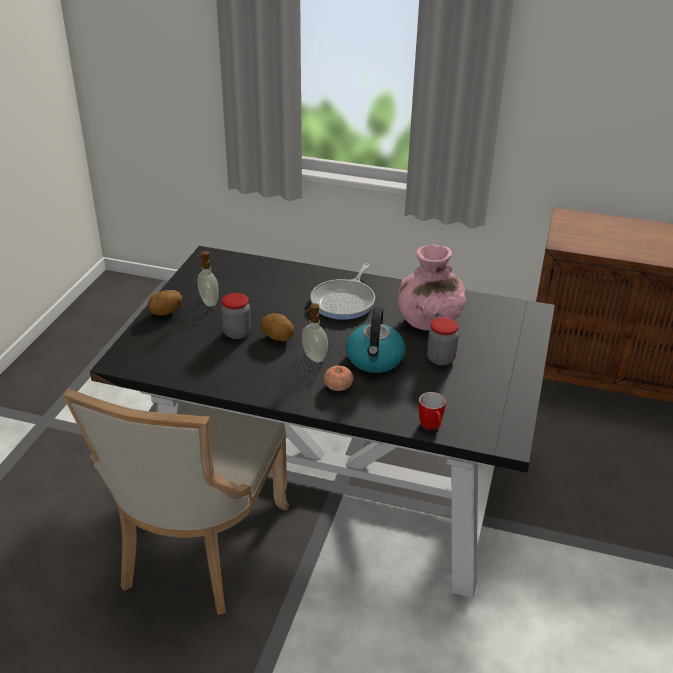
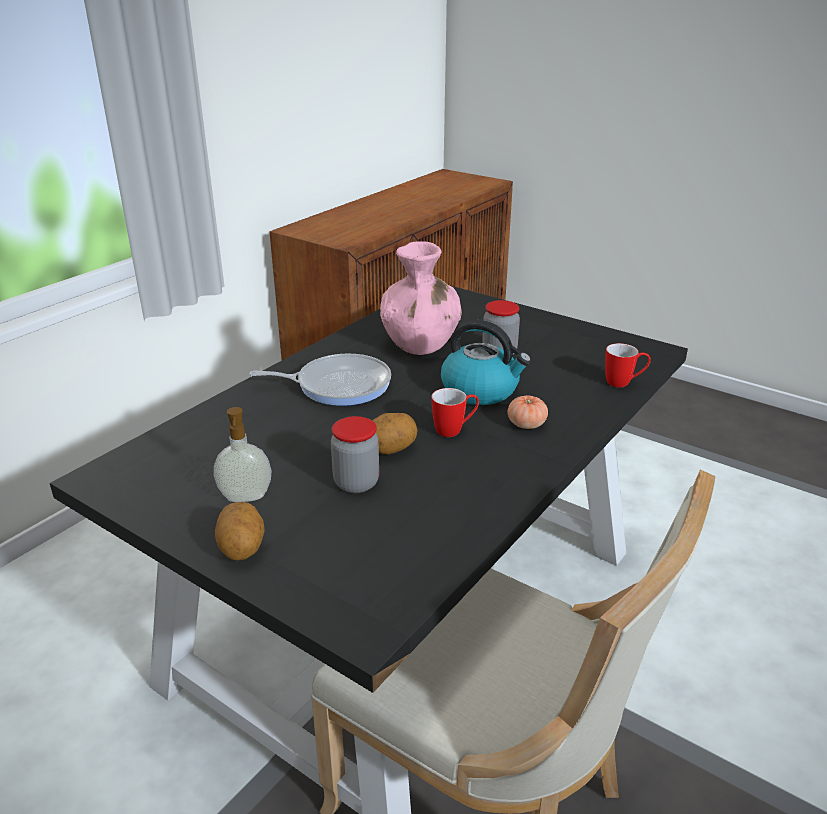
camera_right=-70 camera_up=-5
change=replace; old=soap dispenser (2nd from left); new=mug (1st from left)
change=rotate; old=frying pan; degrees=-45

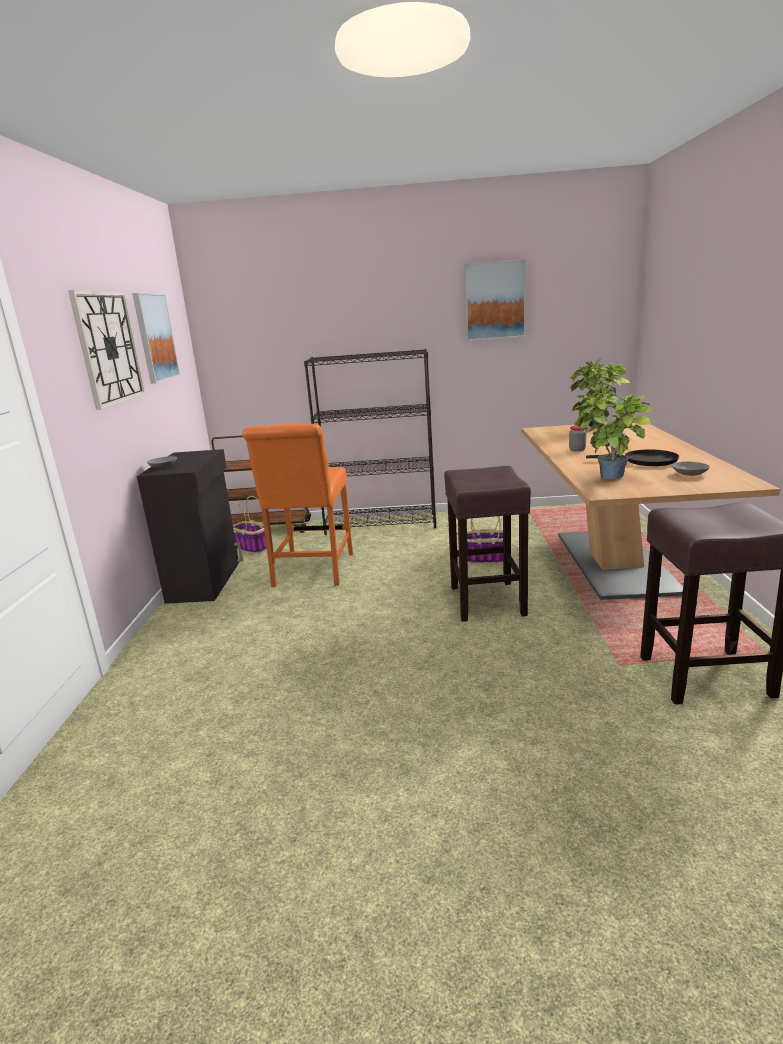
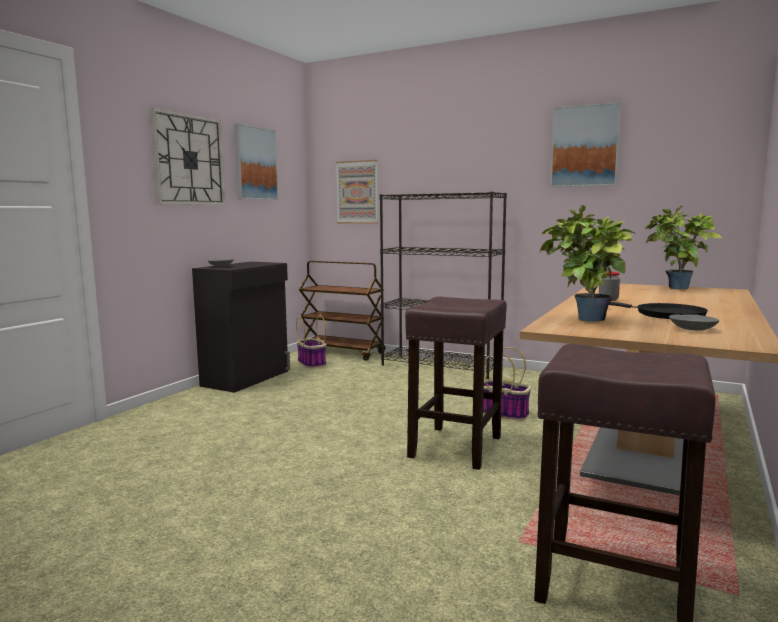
camera_right=25 camera_up=-10
change=delete; old=orange chair
change=insert; new=picture (2nd from left)

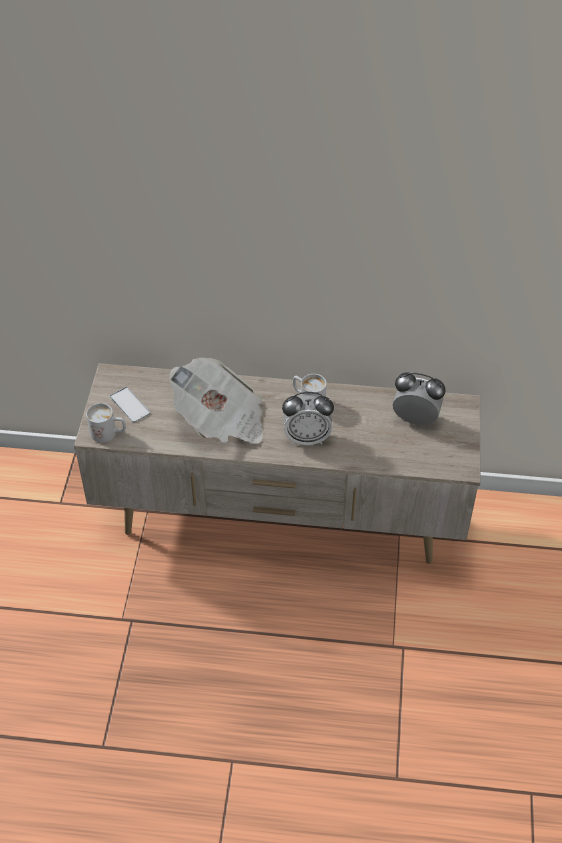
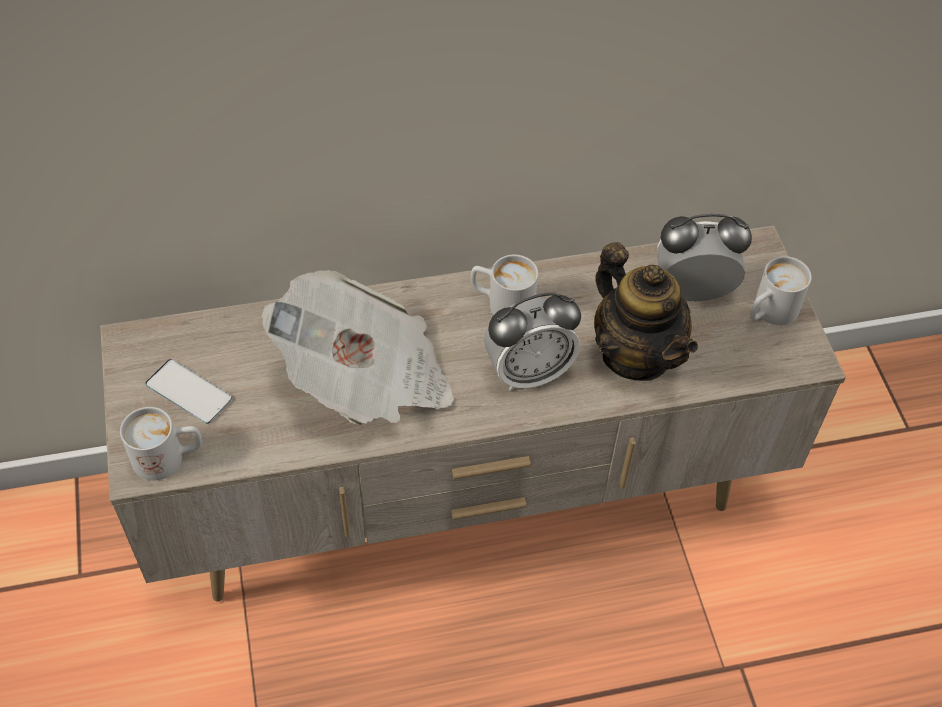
camera_right=-20 camera_up=5
change=insert; new=teapot
change=insert; new=white mug (3rd from left)

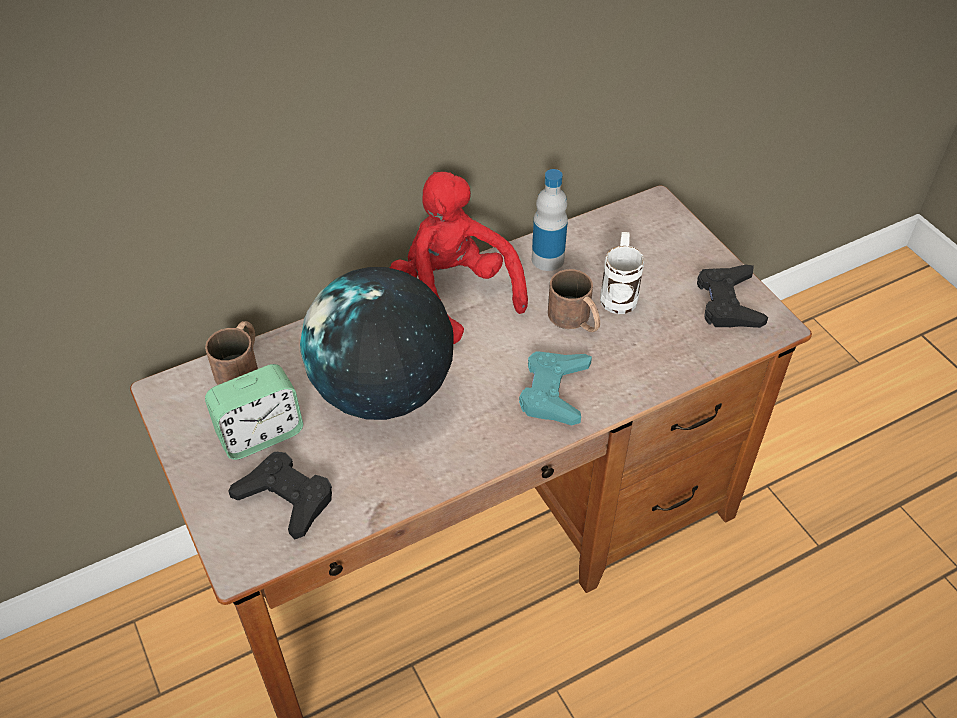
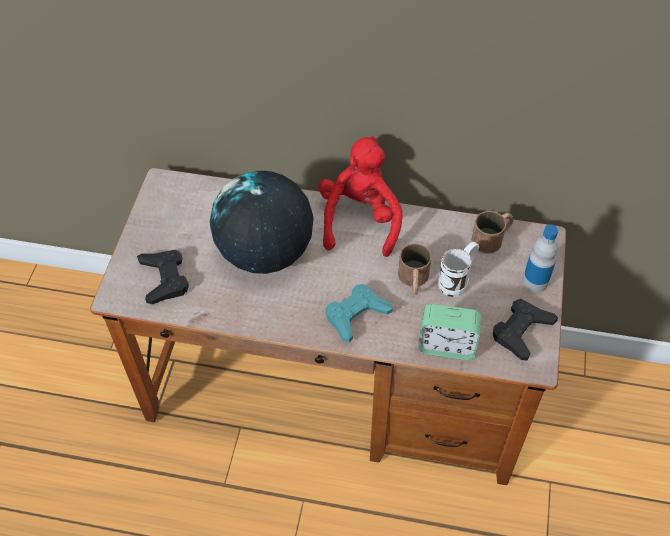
camera_right=40 camera_up=5
change=move; old=brown mug (1st from left in the first image); new=brown mug (2nd from left)
change=move; old=alarm clock
change=move; old=bottle

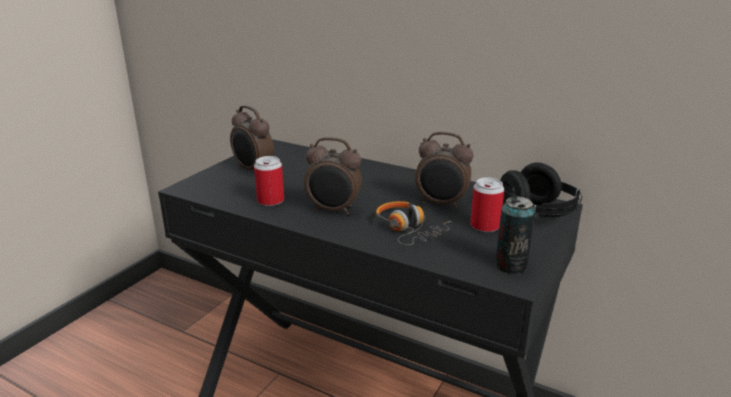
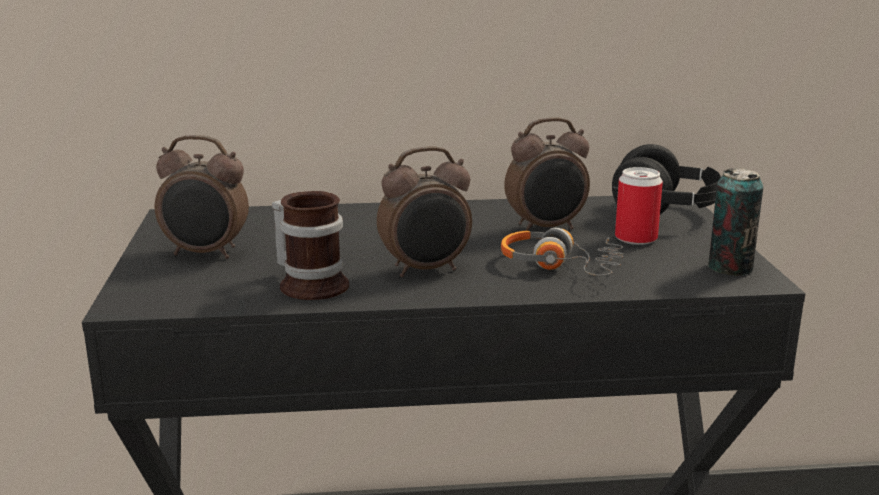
camera_right=-35 camera_up=-5
change=replace; old=can (1st from left); new=mug

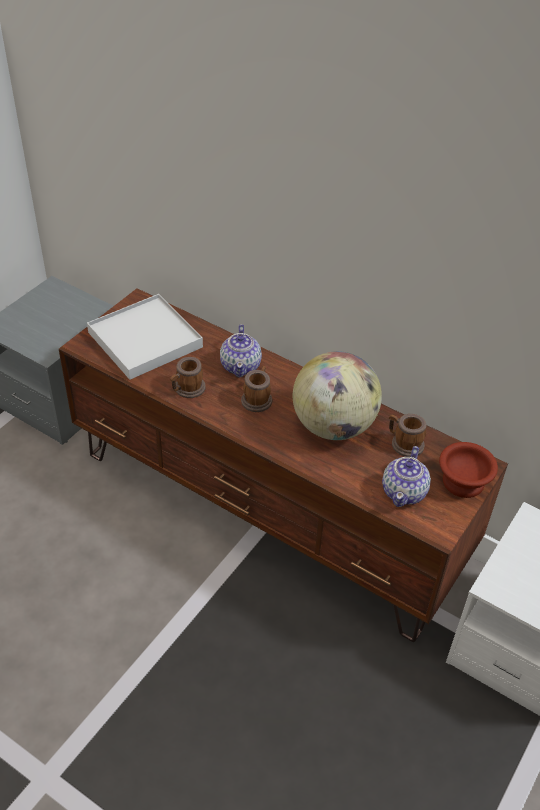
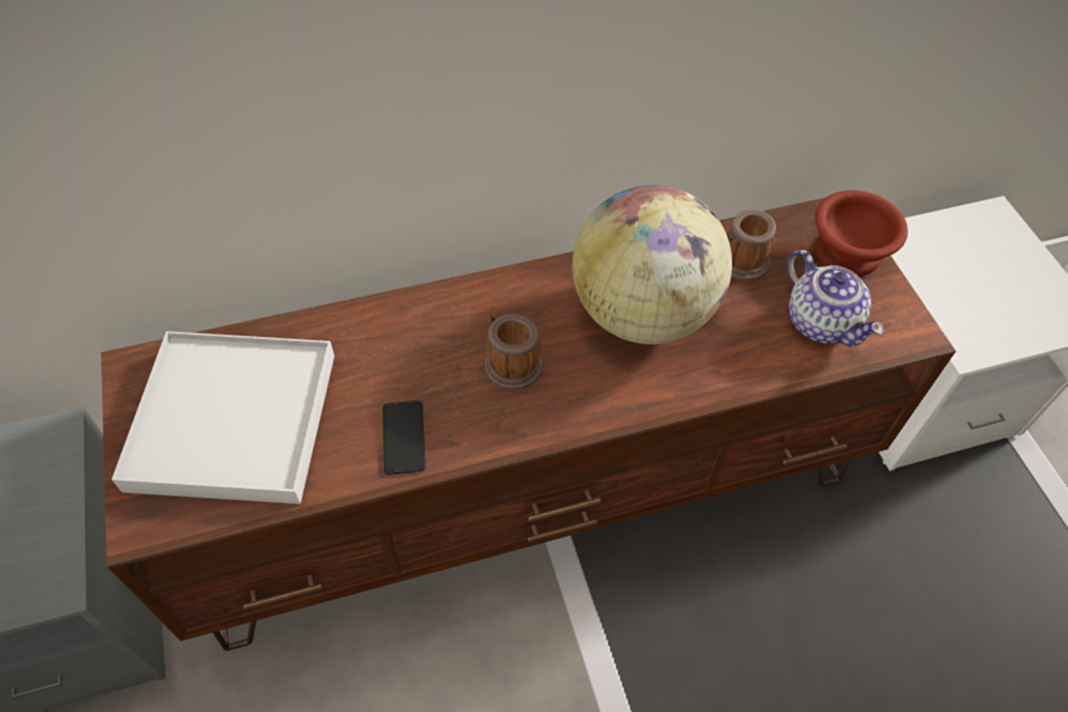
camera_right=-50 camera_up=10
change=replace; old=mug (1st from left); new=phone
change=delete; old=teapot (1st from left)

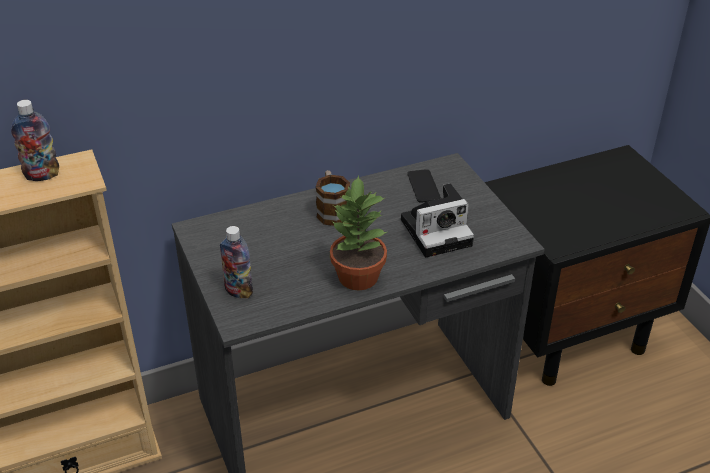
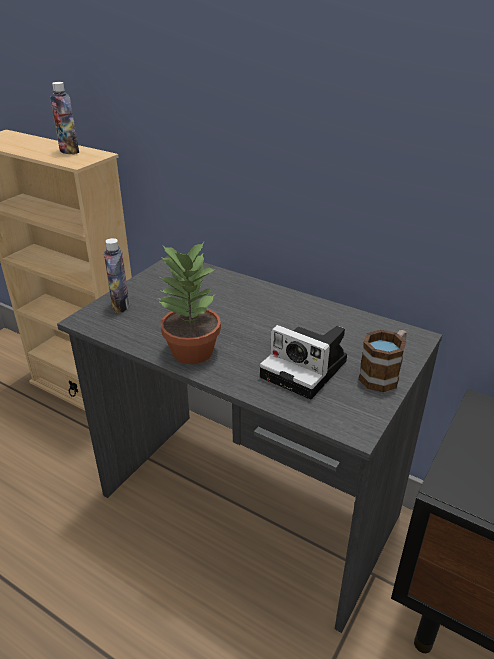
camera_right=55 camera_up=-5
change=move; old=mug
change=delete; old=phone

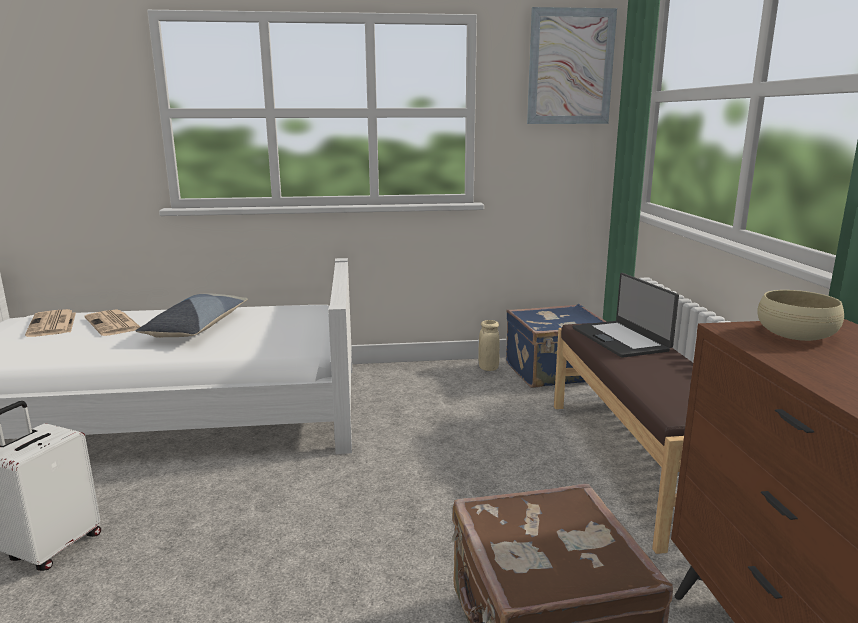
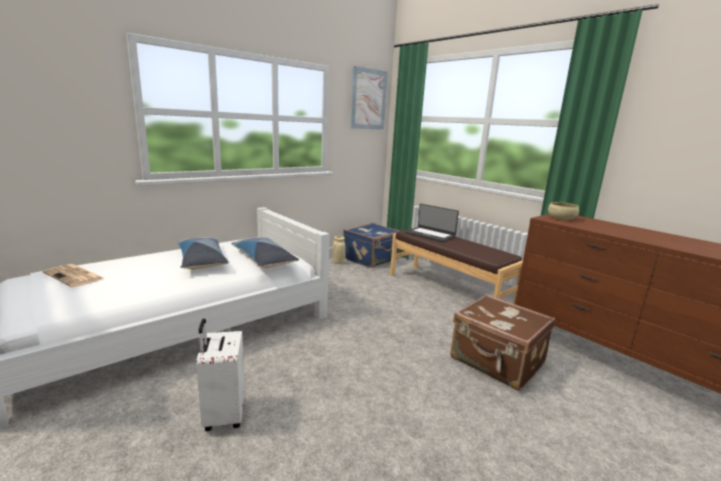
camera_right=-35 camera_up=0
change=delete; old=newspaper (2nd from left)
change=insert; new=pillow (2nd from left)

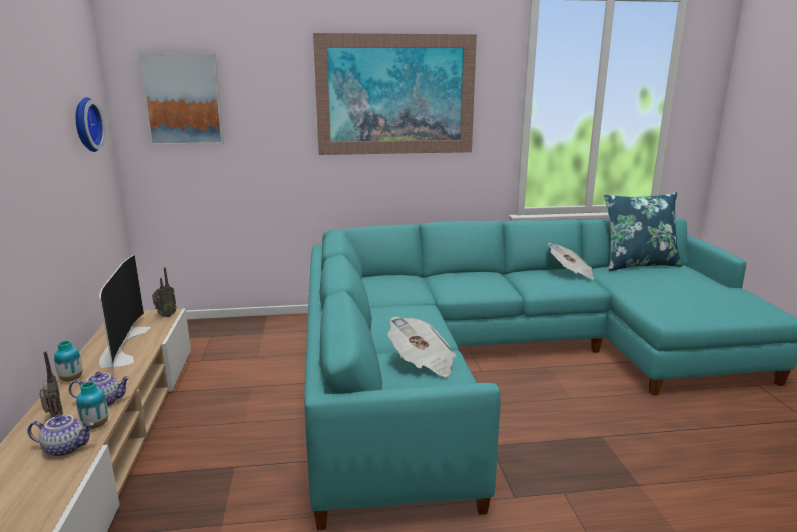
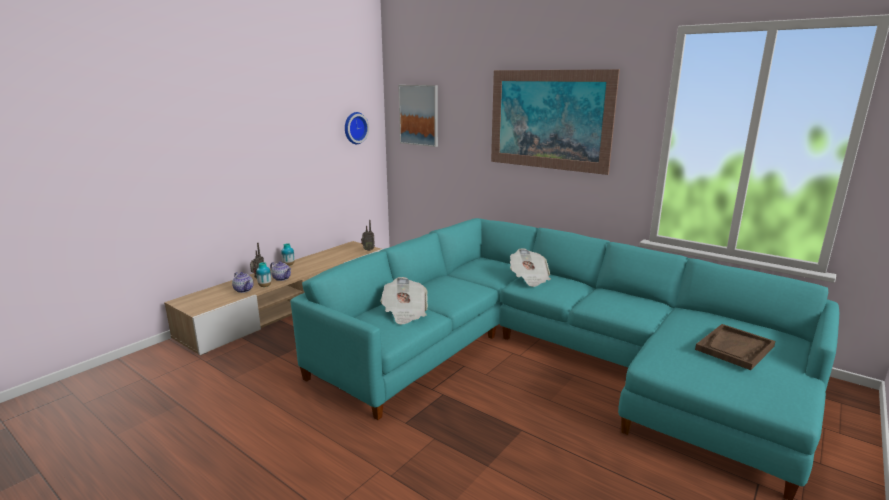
camera_right=45 camera_up=0
change=delete; old=television
change=move; old=newspaper (2nd from left)
change=delete; old=blue pillow
change=insert; new=brown tray

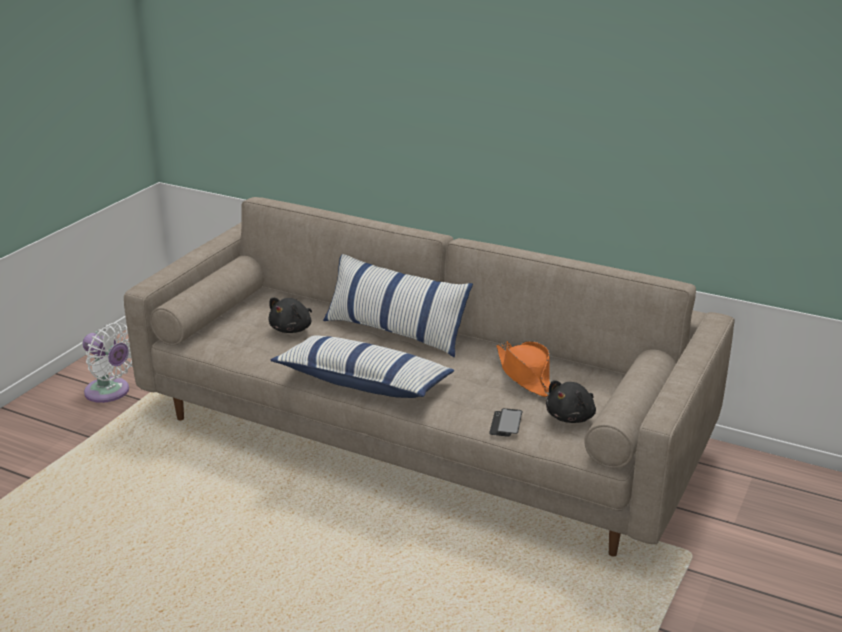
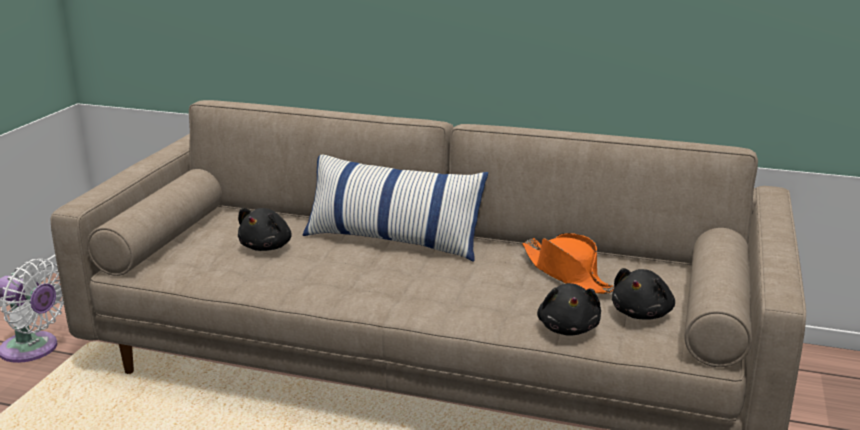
camera_right=-10 camera_up=-5
change=delete; old=pillow (1st from left)
change=replace; old=phone; new=black plush toy (2nd from left)

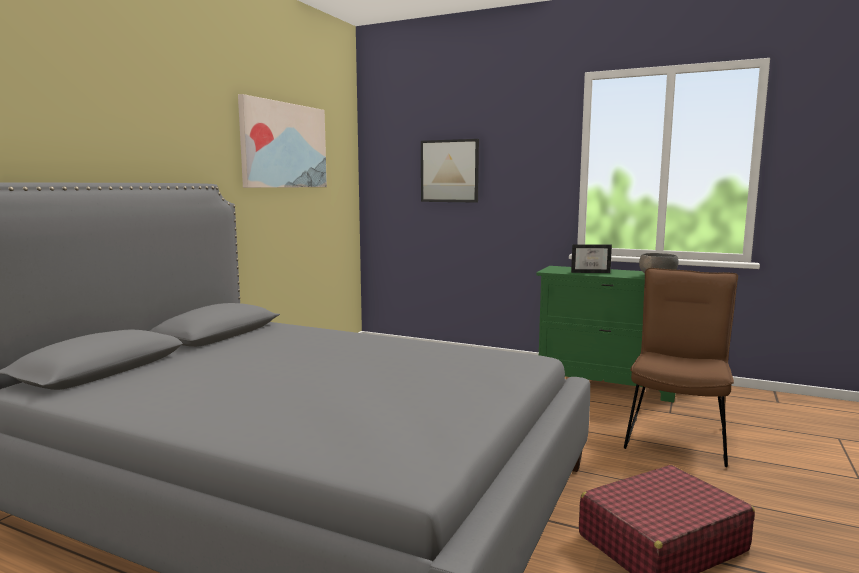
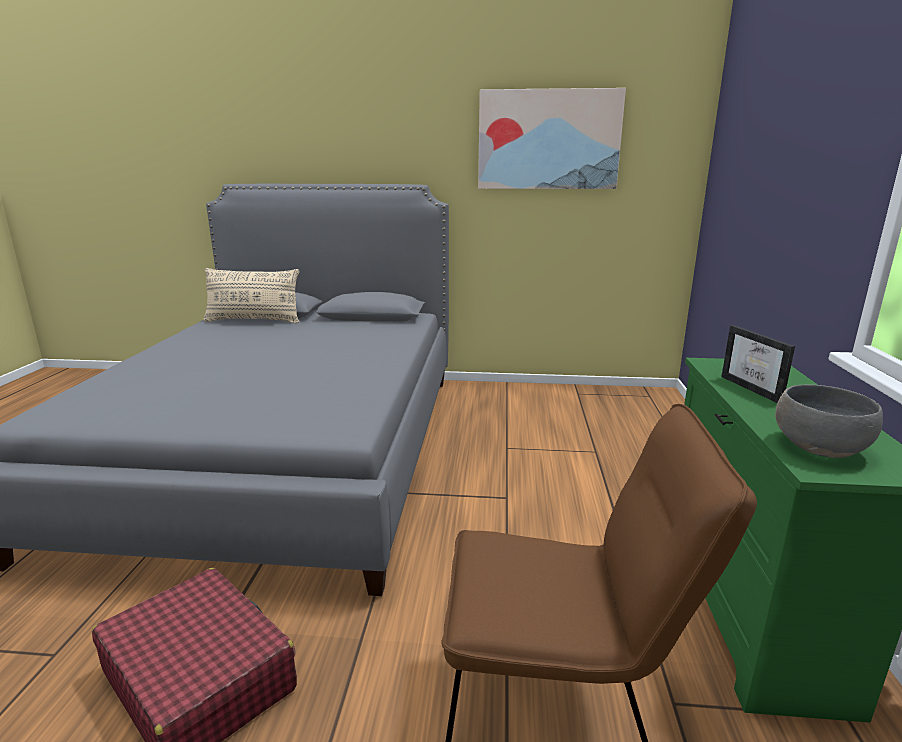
camera_right=70 camera_up=10
change=delete; old=picture (2nd from left)
change=insert; new=beige pillow

